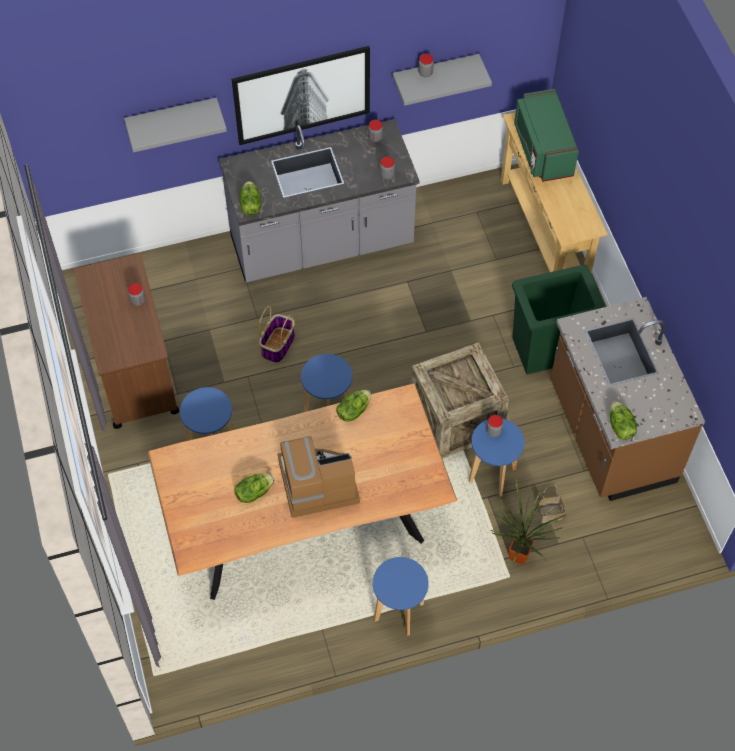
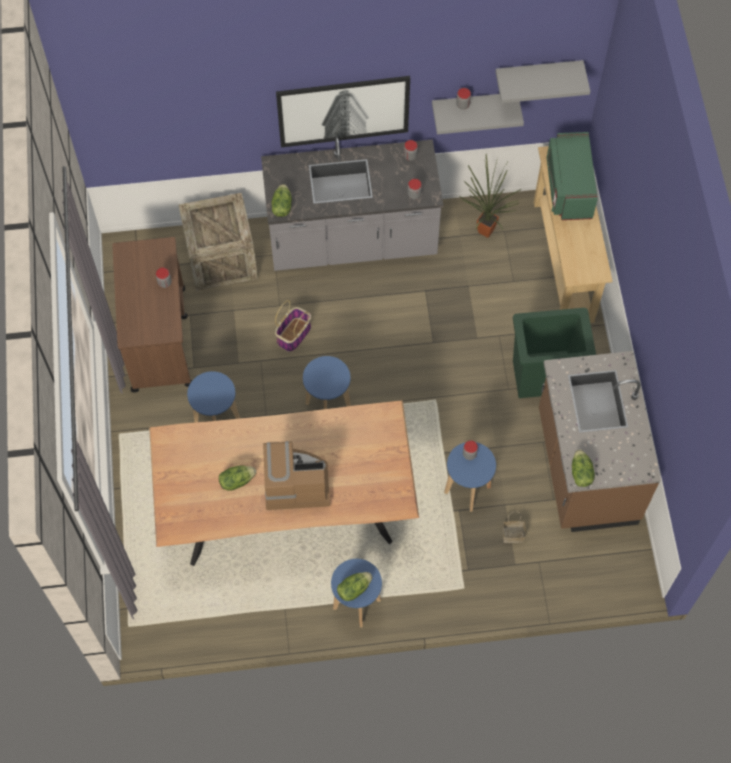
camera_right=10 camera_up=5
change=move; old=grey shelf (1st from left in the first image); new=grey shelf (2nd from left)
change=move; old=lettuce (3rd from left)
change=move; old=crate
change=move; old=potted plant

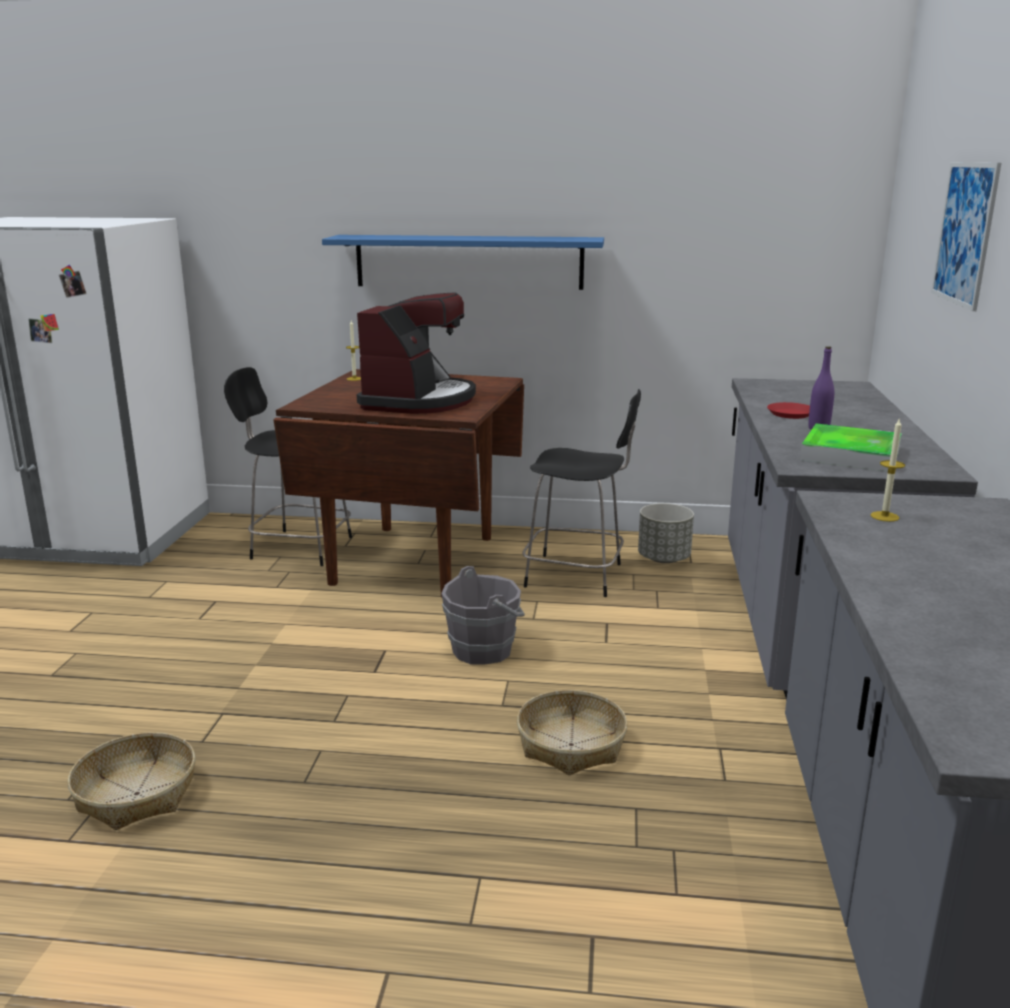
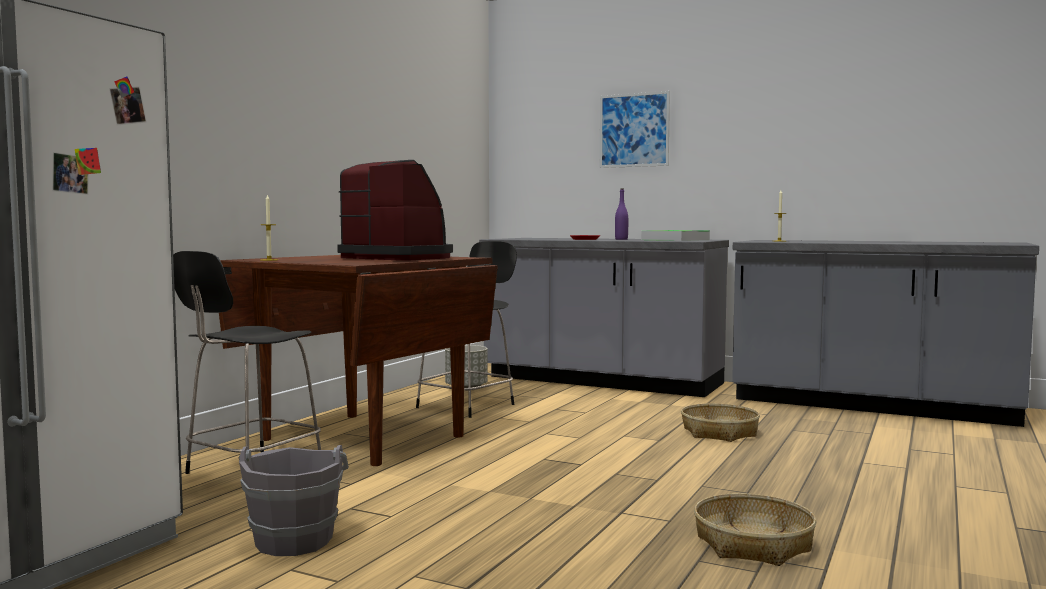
camera_right=-70 camera_up=-15
change=delete; old=blue shelf
change=move; old=grey bucket

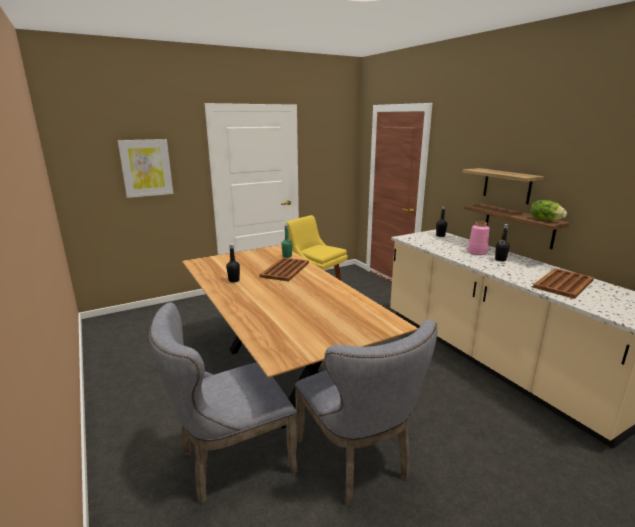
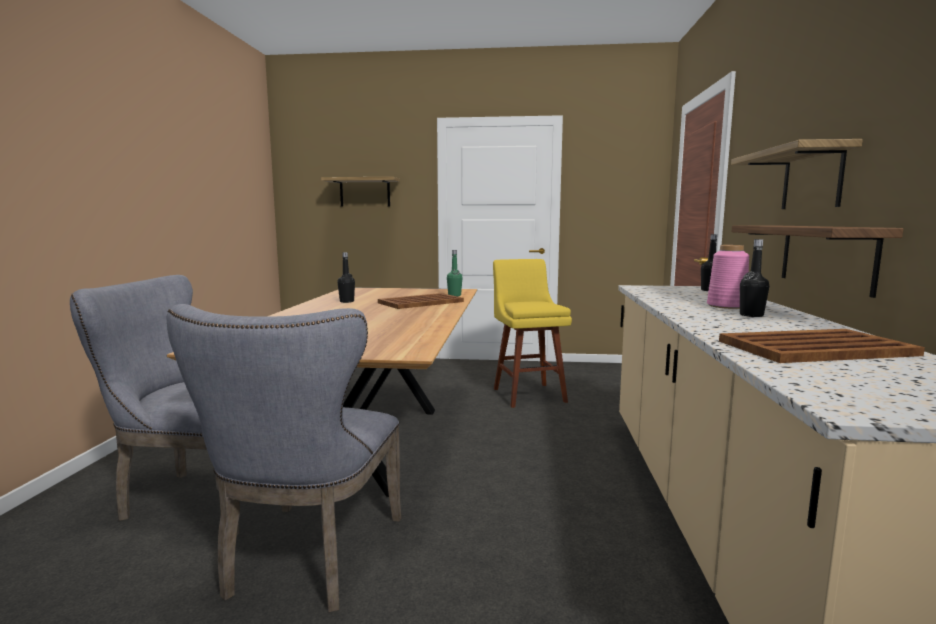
camera_right=35 camera_up=-10
change=replace; old=picture; new=shelf (1st from left)
change=delete; old=lettuce

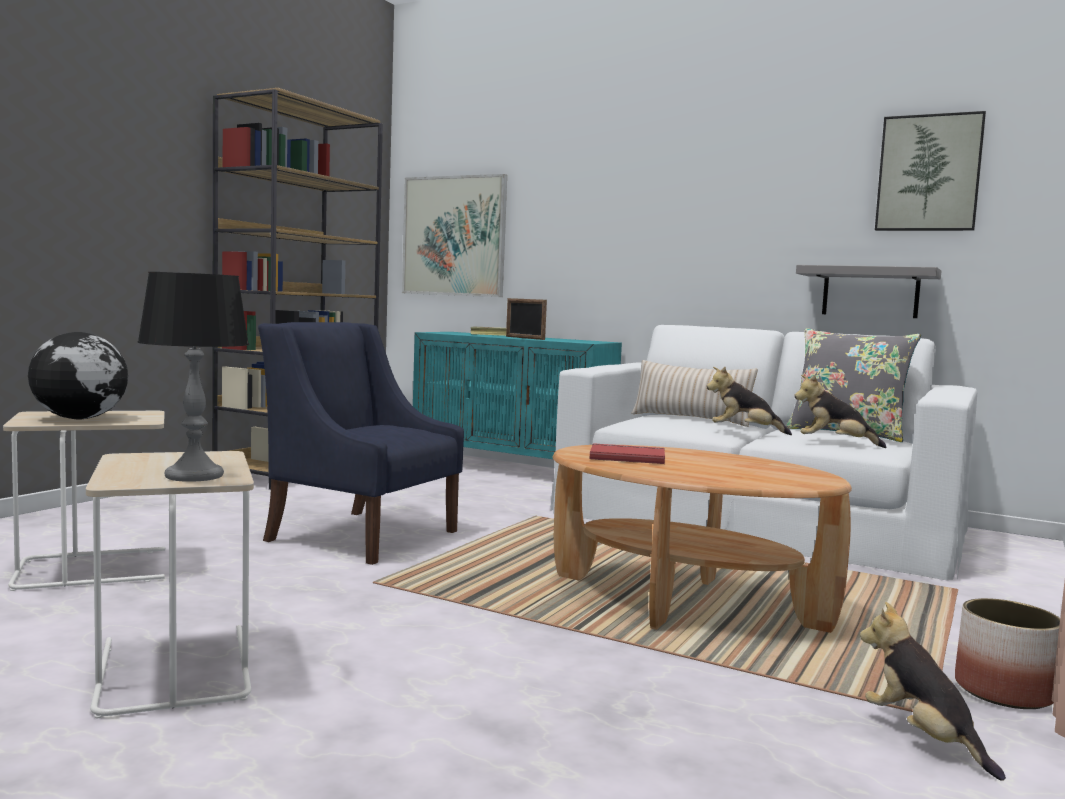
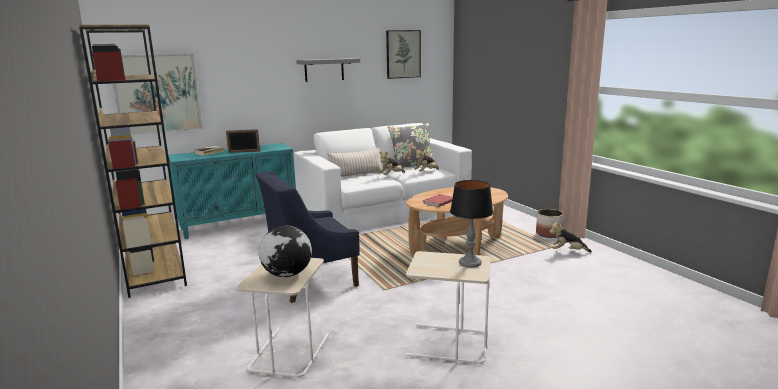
camera_right=-55 camera_up=10
change=move; old=grey shelf

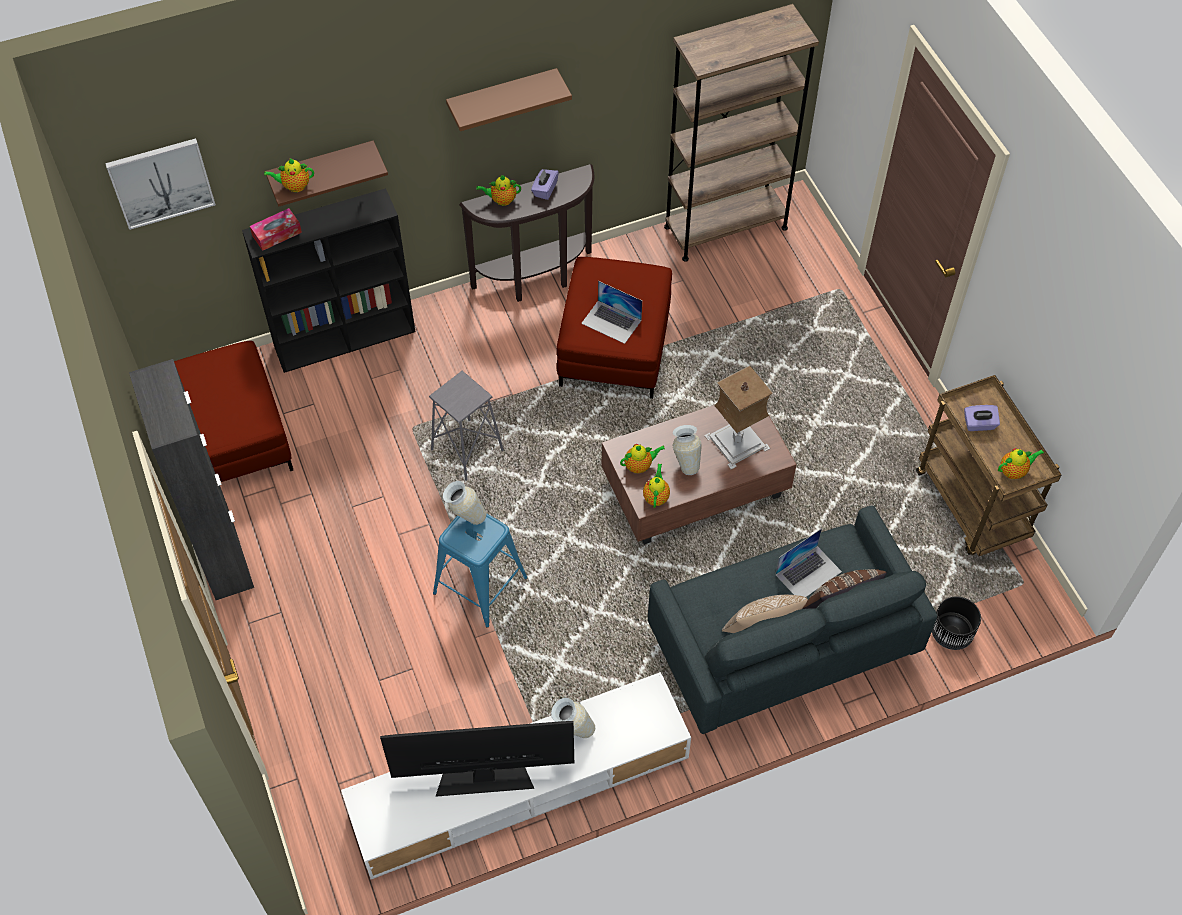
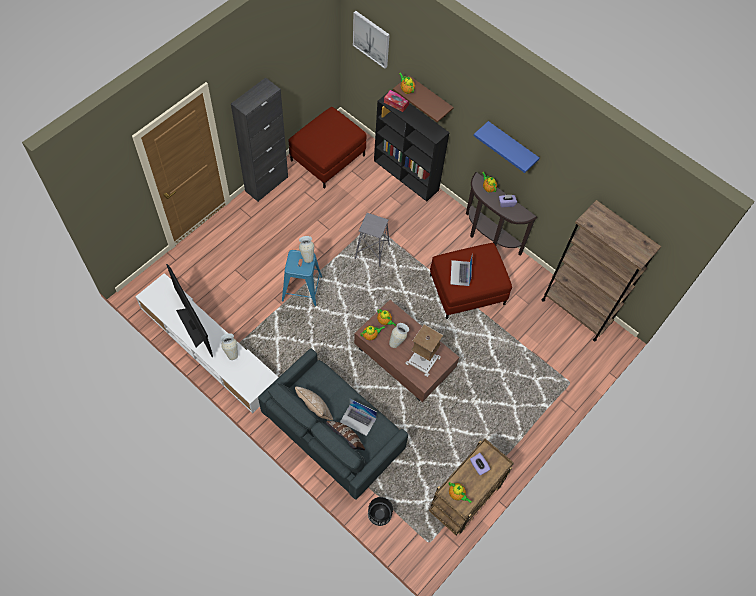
camera_right=60 camera_up=5
change=recolor; old=brown shelf (2nd from left); new=blue shelf

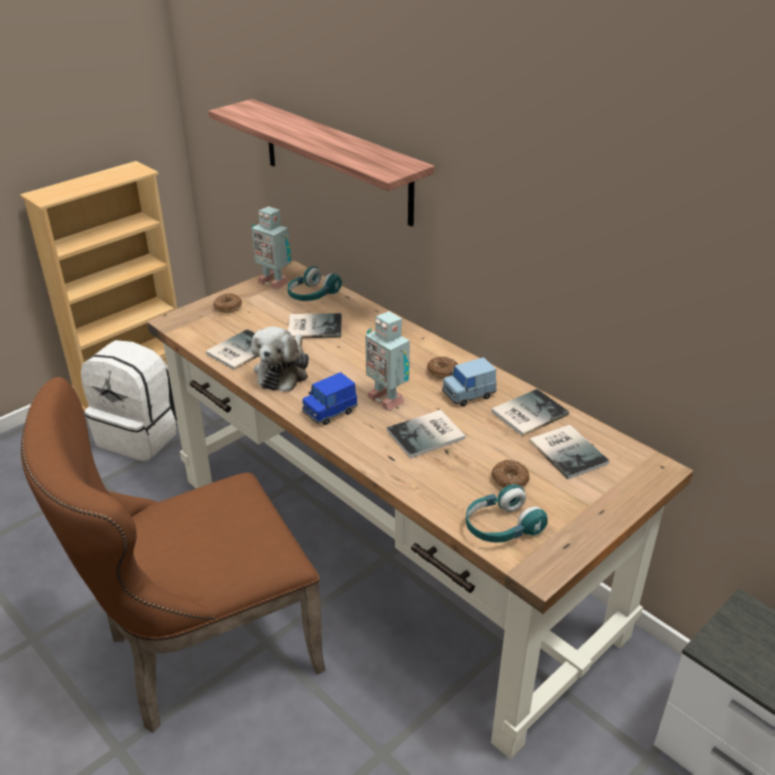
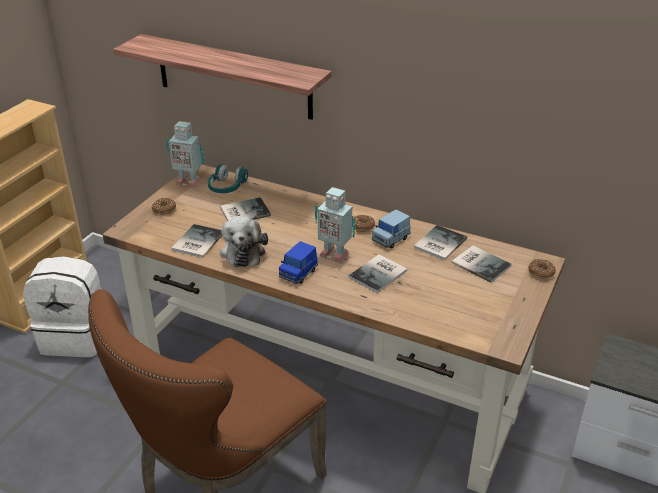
camera_right=-20 camera_up=0
change=delete; old=turquoise headphones (2nd from left)
change=move; old=donut (3rd from left)

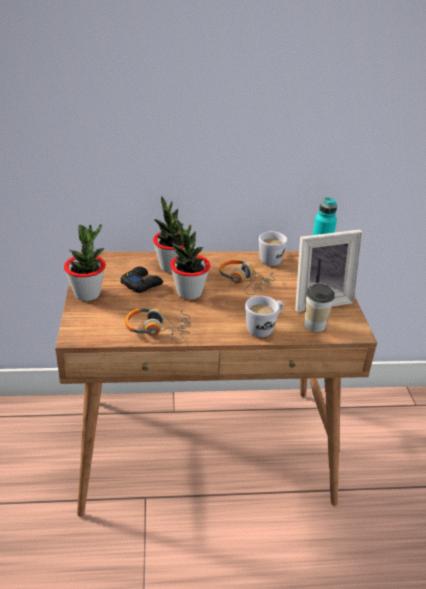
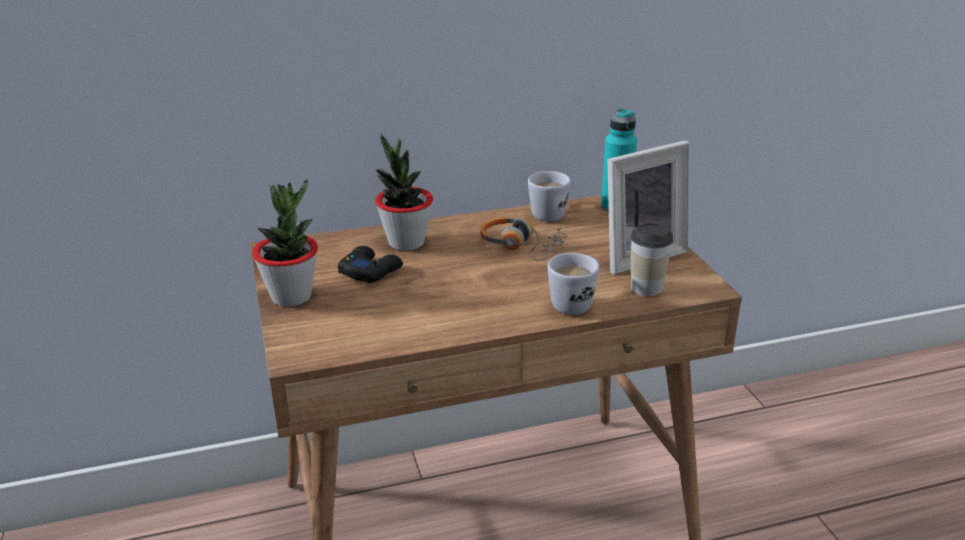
camera_right=-10 camera_up=-5
change=delete; old=headphones (1st from left)
change=delete; old=potted plant (3rd from left)

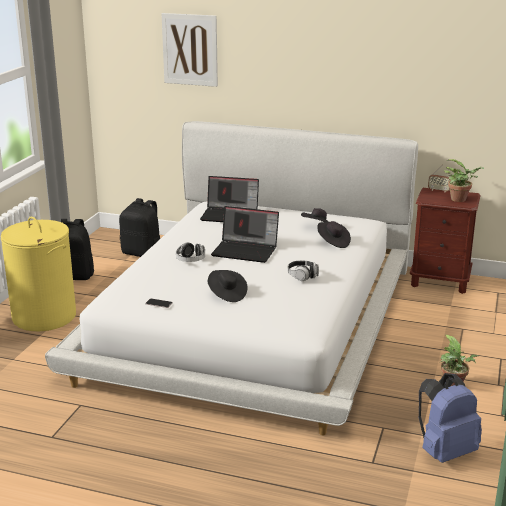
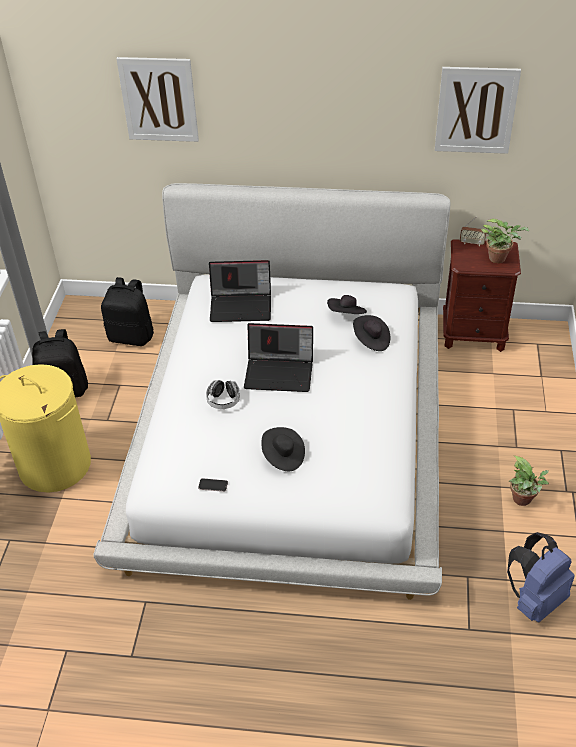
camera_right=-10 camera_up=20
change=delete; old=headphones (2nd from left)
change=insert; new=picture (2nd from left)

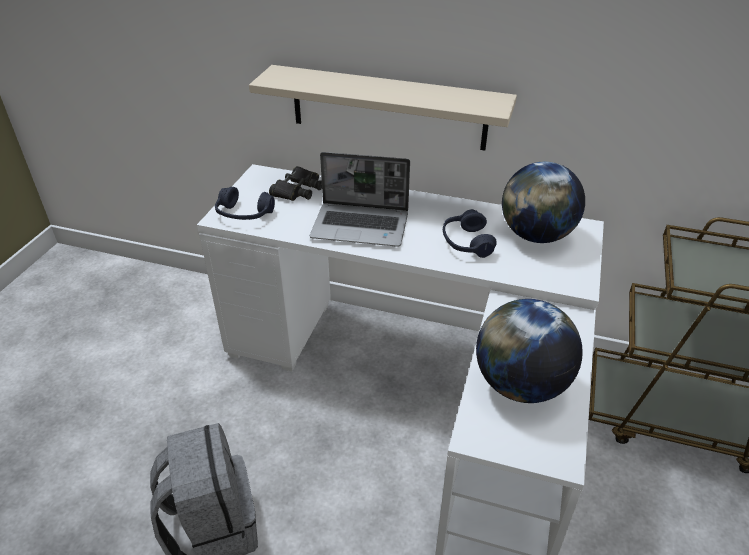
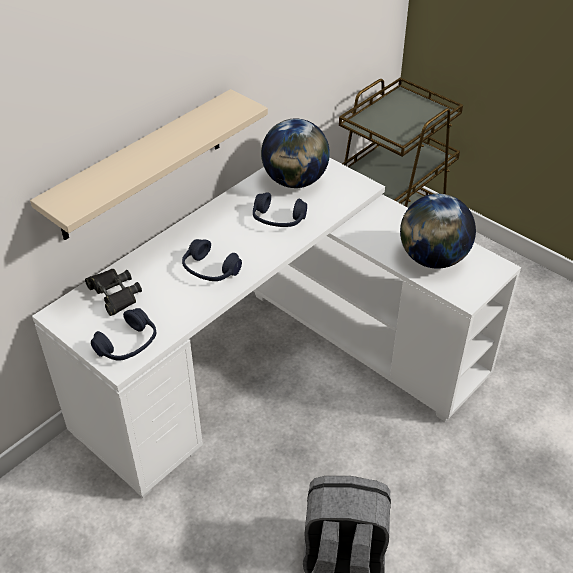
camera_right=-65 camera_up=5
change=replace; old=laptop; new=blue headphones (2nd from left)

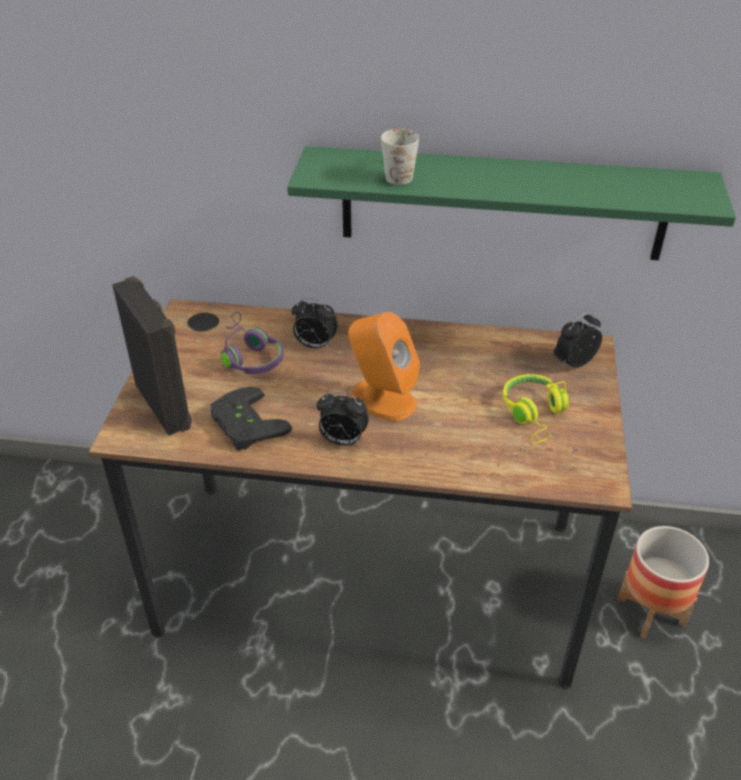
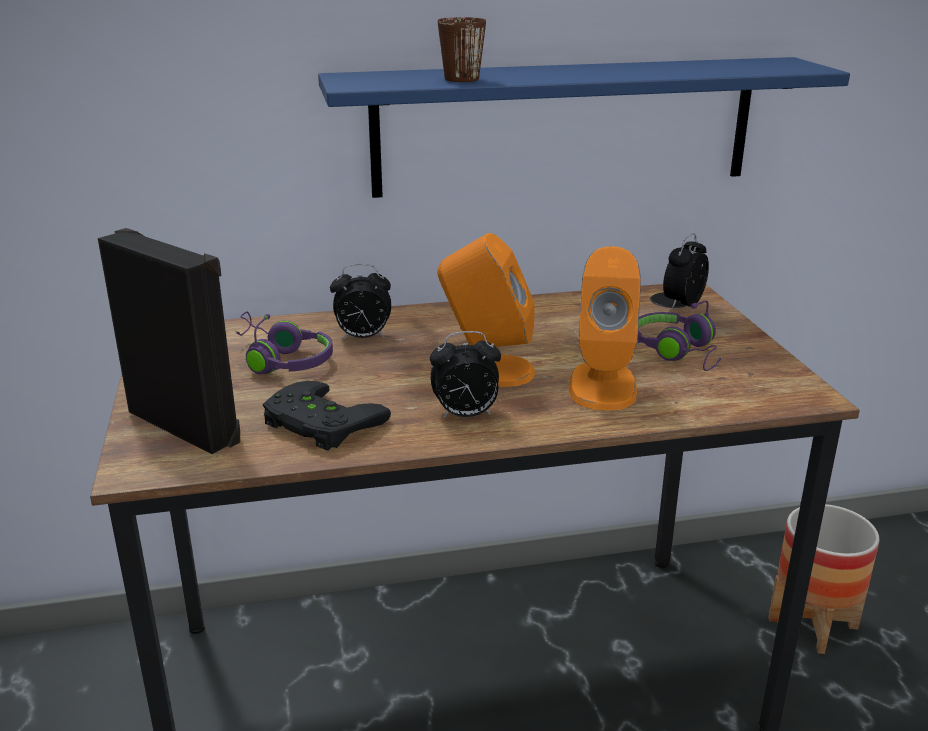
camera_right=-20 camera_up=-15
change=recolor; old=green shelf; new=blue shelf
change=recolor; old=white mug; new=brown mug
change=recolor; old=yellow headphones; new=purple headphones (2nd from left)
change=insert; new=orange speaker (2nd from left)

